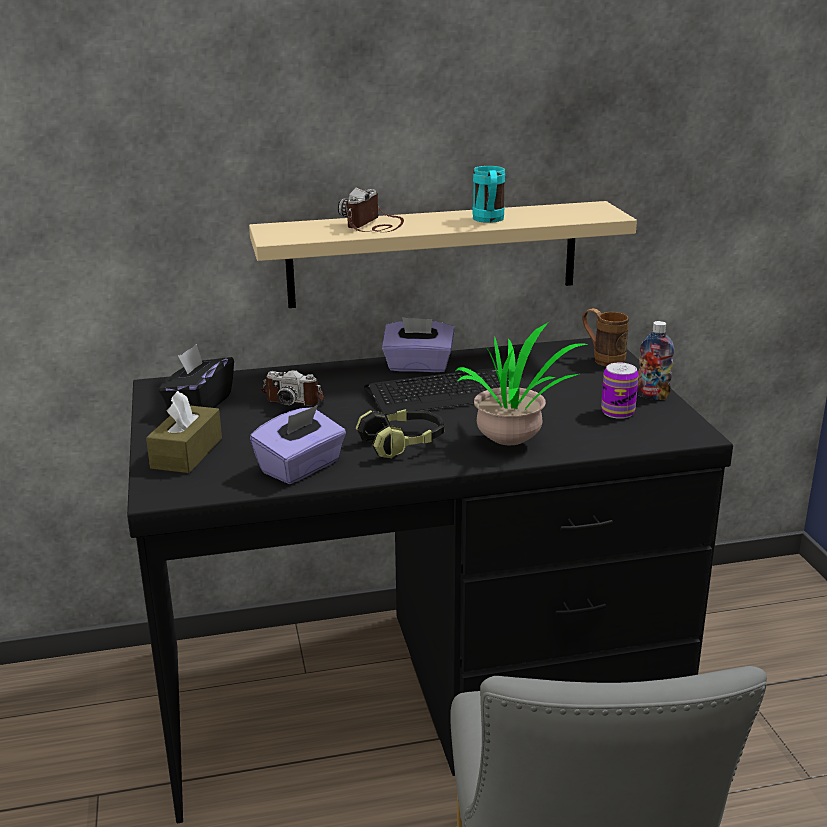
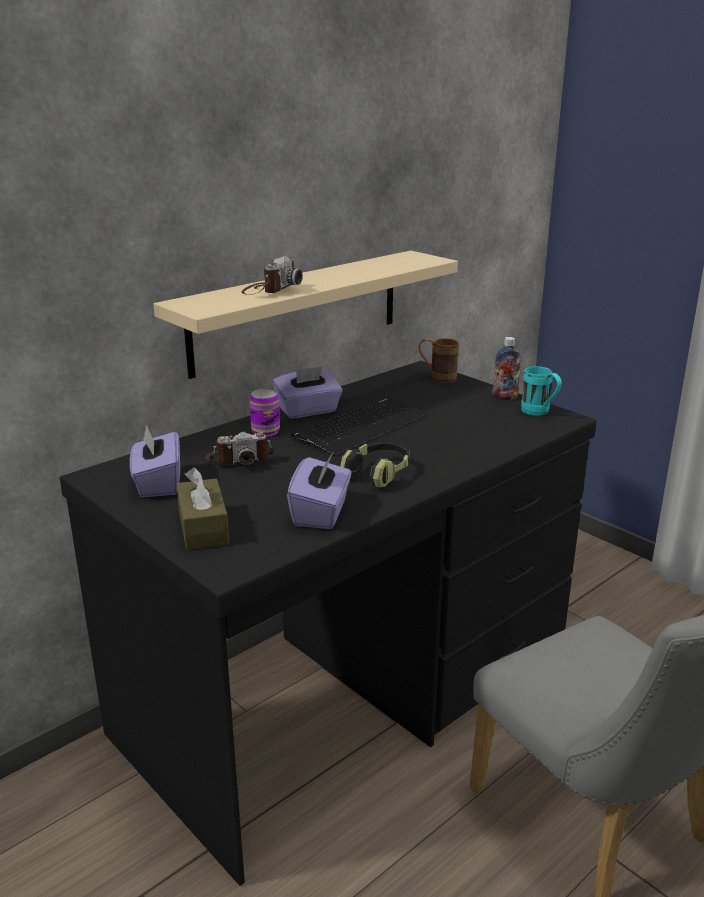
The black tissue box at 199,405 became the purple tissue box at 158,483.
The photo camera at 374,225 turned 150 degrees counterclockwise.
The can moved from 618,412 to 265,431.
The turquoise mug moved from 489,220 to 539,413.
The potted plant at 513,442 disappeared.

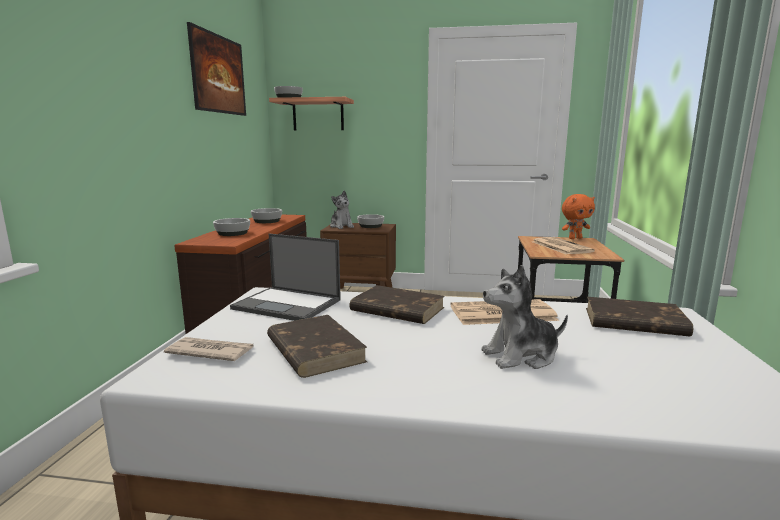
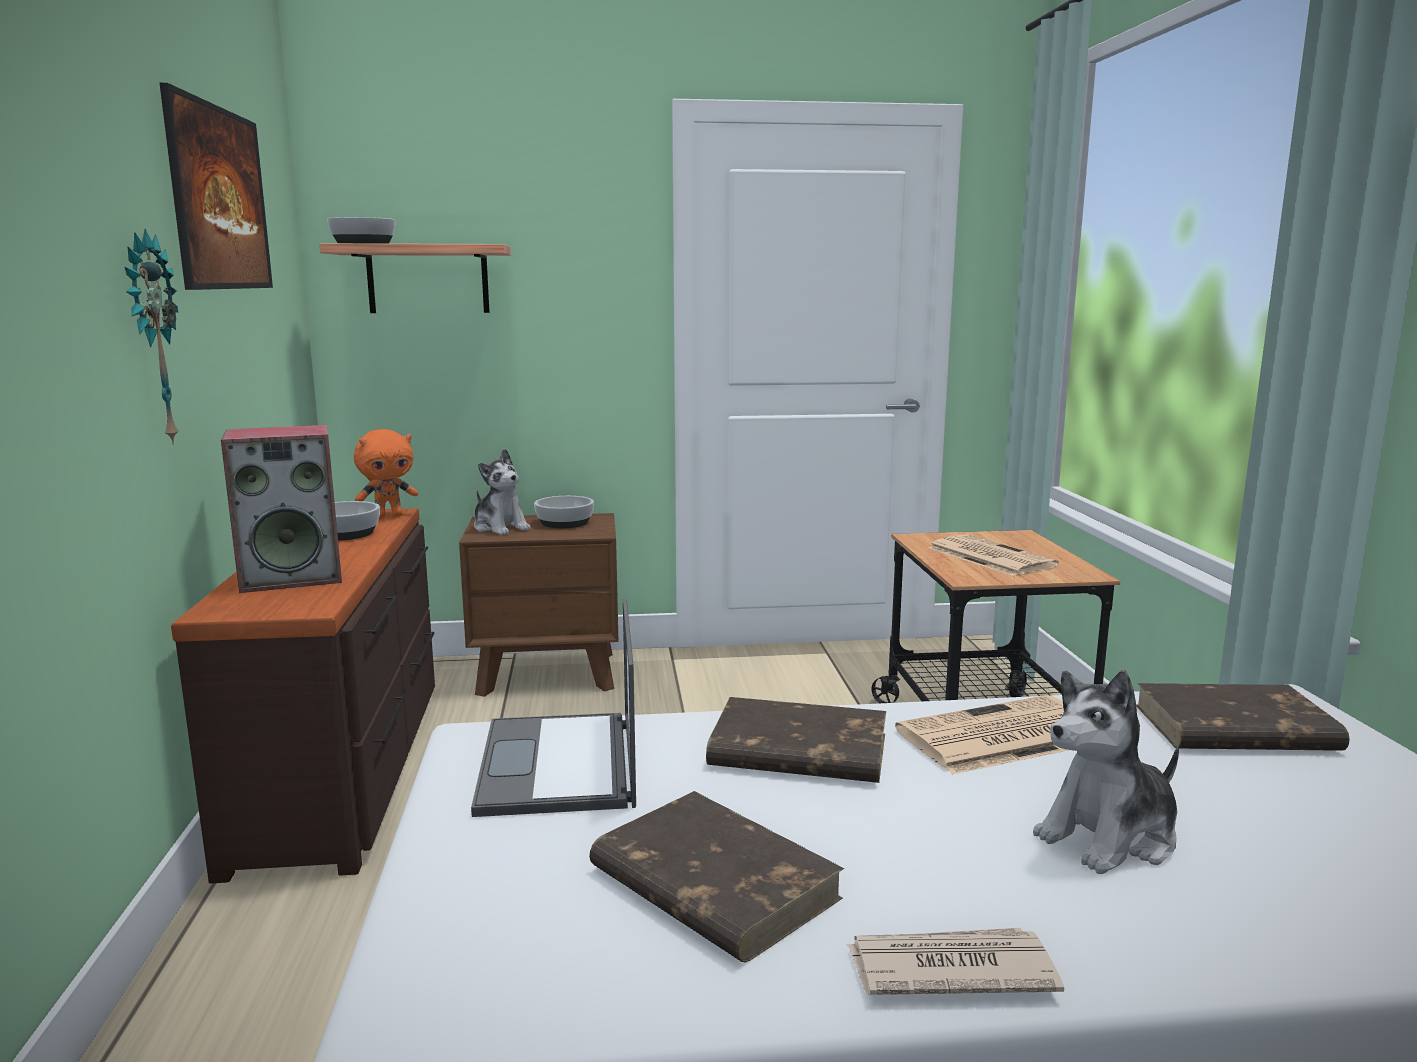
The wall clock at 149,339 appeared.
The bowl at 233,233 was replaced by the speaker at 293,577.
The orange plush toy moved from 575,238 to 388,516.
The laptop at 288,304 turned 75 degrees clockwise.
The newspaper moved from 210,352 to 948,969.

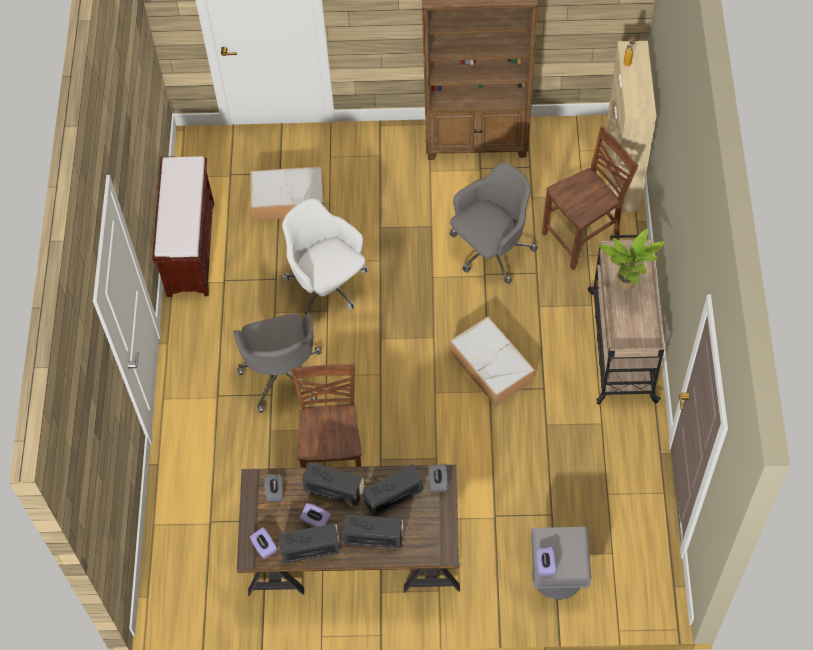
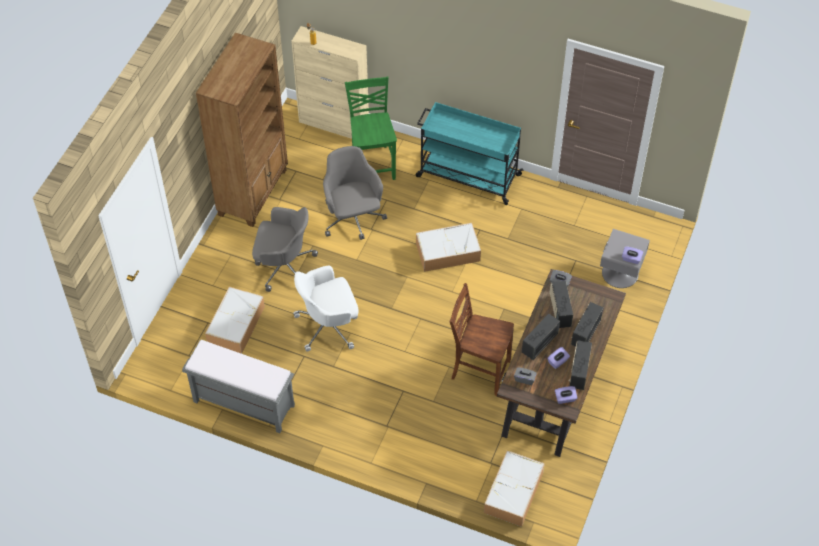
The brown bench at 190,247 became the grey bench at 242,403.
The grey office chair moved from 282,374 to 284,266.
The brown chair at 583,238 became the green chair at 372,164.
The beige cart at 621,344 became the turquoise cart at 467,175.
The storage box at 513,493 appeared.
The potted plant at 626,288 disappeared.

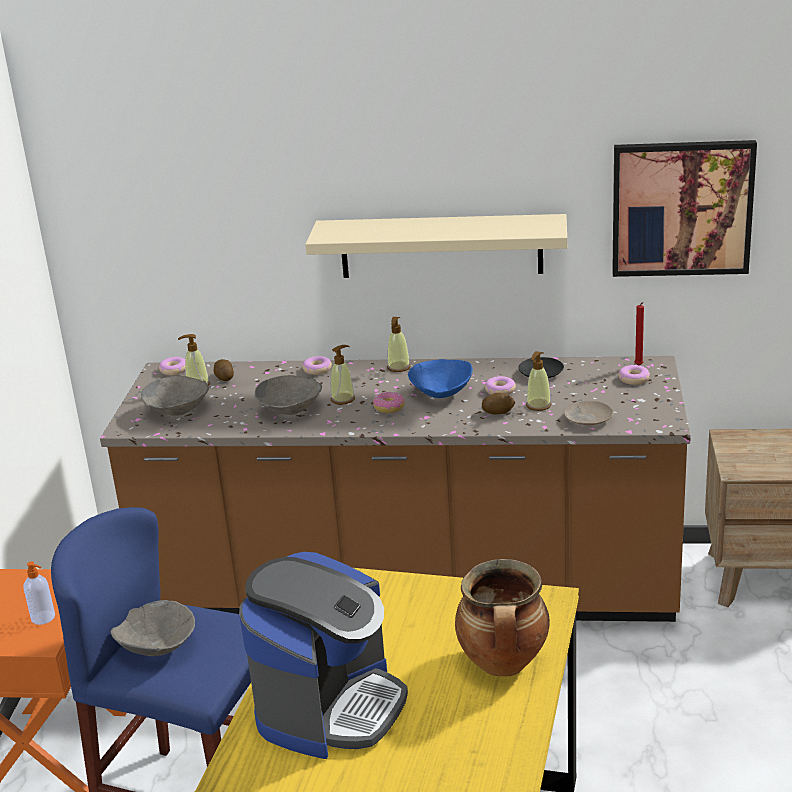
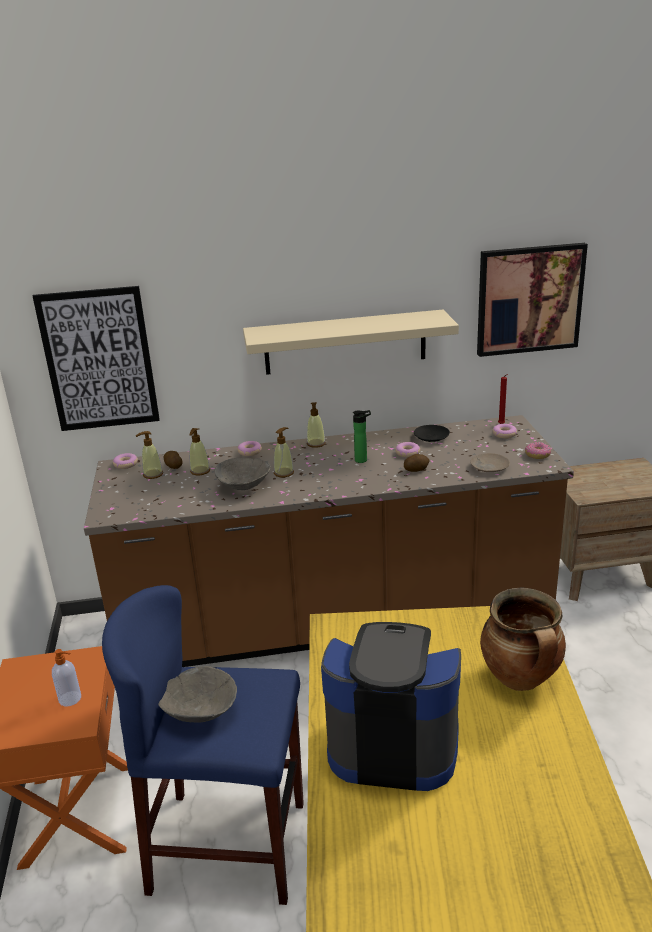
The picture at 99,359 appeared.
The soap dispenser moved from 538,405 to 200,471.
The coffee machine at 330,706 turned 90 degrees counterclockwise.
The blue bowl at 442,393 was replaced by the bottle at 363,460.
The donut moved from 389,408 to 537,455.
The grey bowl at 178,410 disappeared.

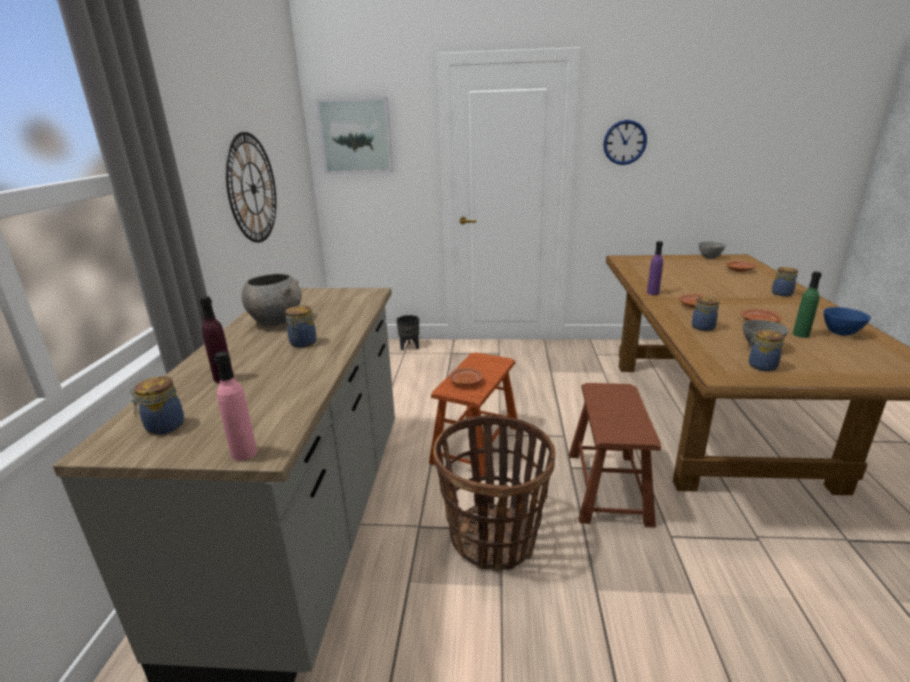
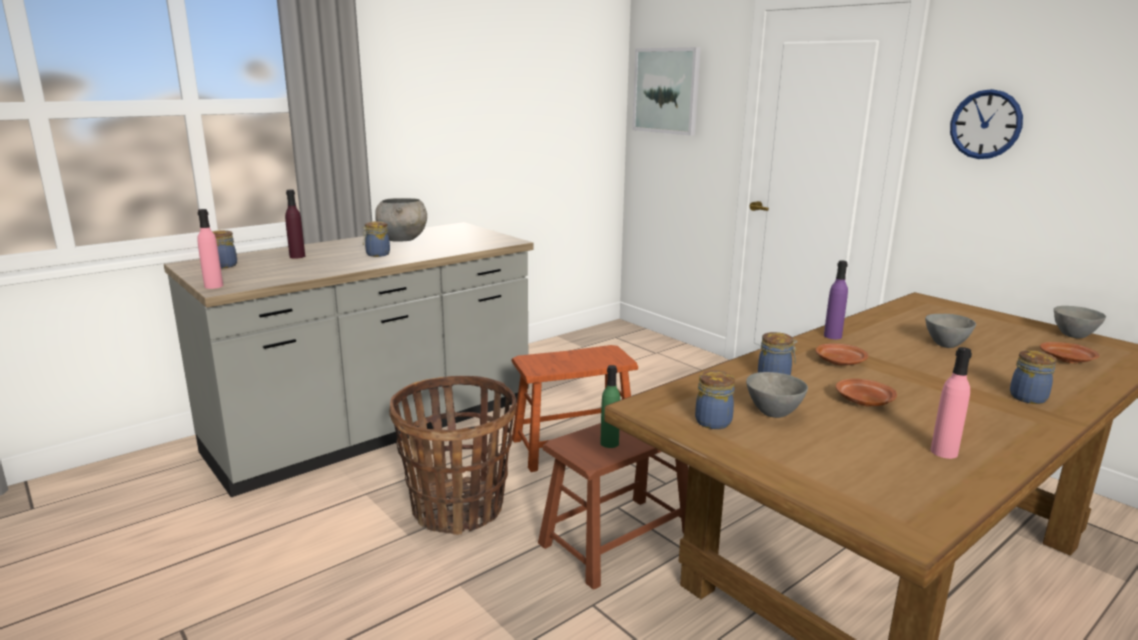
The green bottle moved from 800,334 to 609,443.
The grey bowl at 945,344 appeared.
The blue bowl at 841,333 was replaced by the pink bottle at 944,452.
The wall clock at 253,188 disappeared.
The black planter at 410,347 disappeared.
The brown plate at 465,381 disappeared.

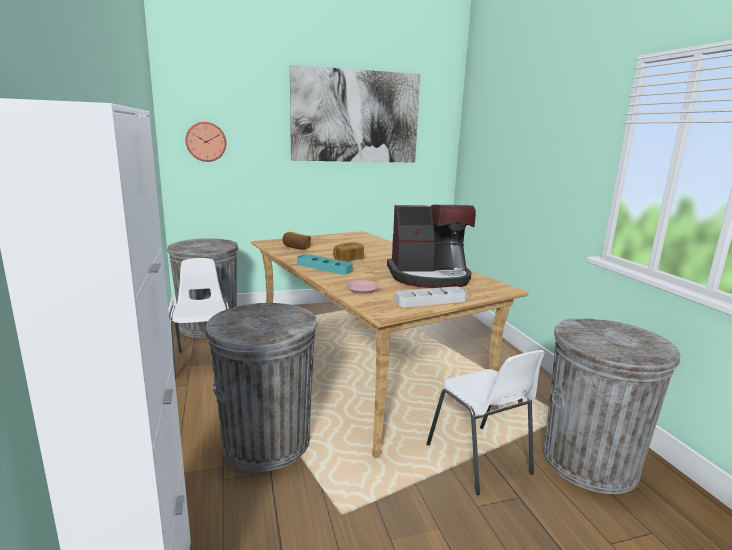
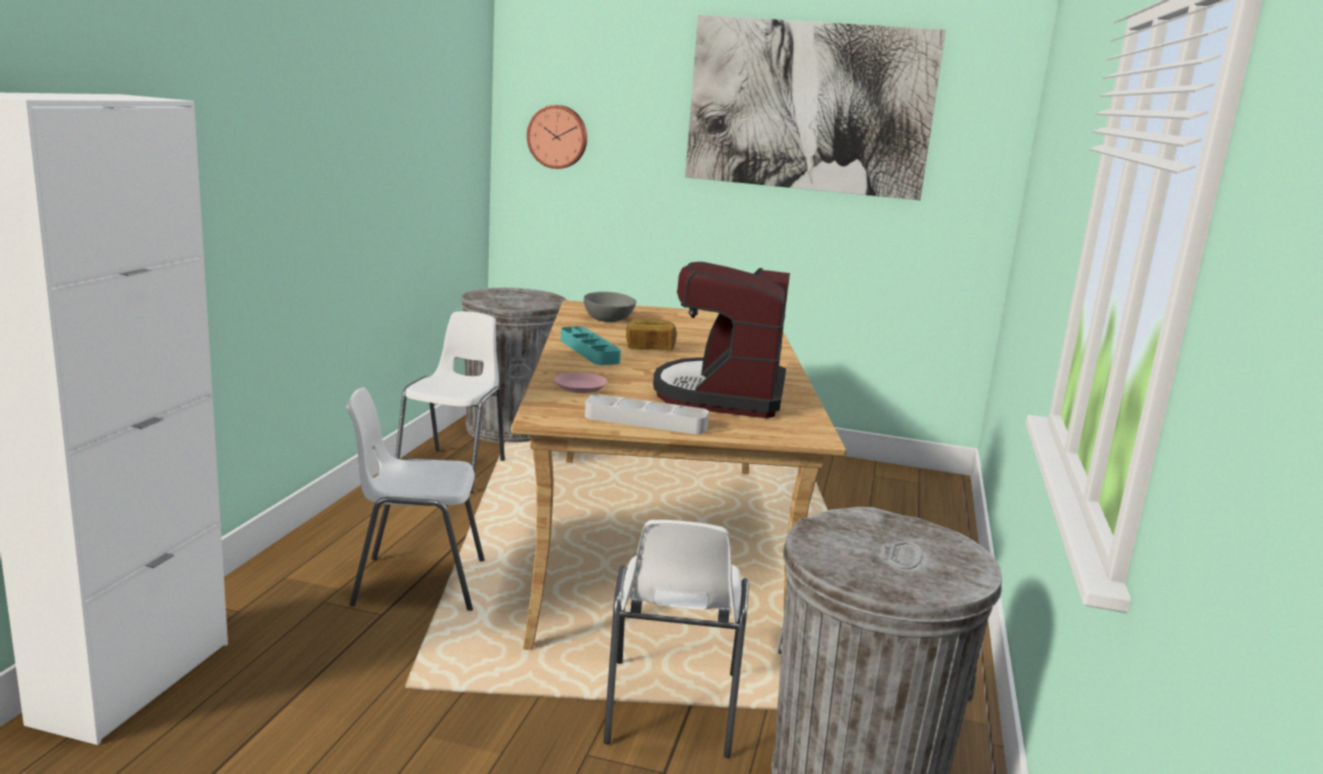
The grey trash can at 266,442 was replaced by the white chair at 416,582.
The bread at 296,248 was replaced by the grey bowl at 607,319.
The coffee machine at 429,277 turned 75 degrees clockwise.

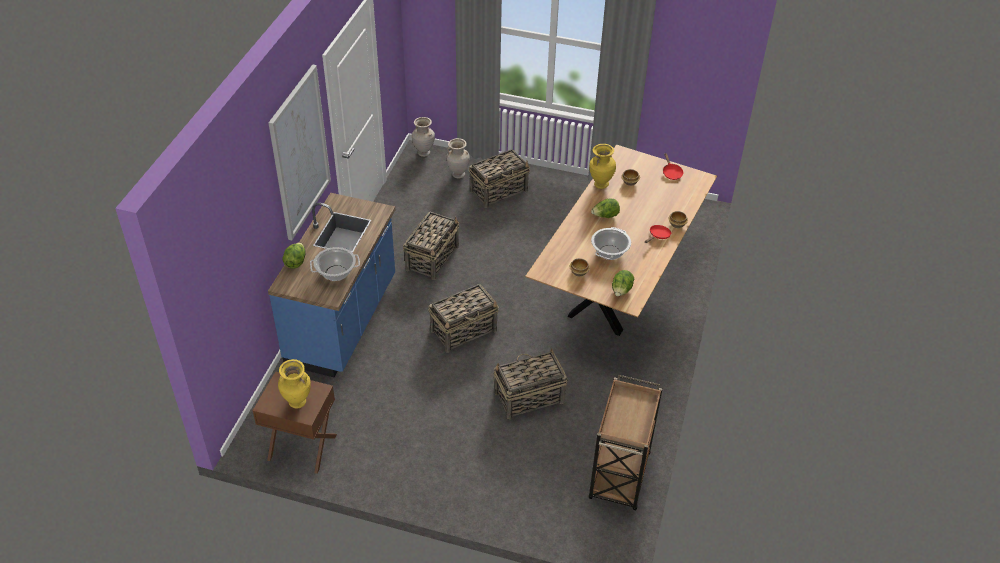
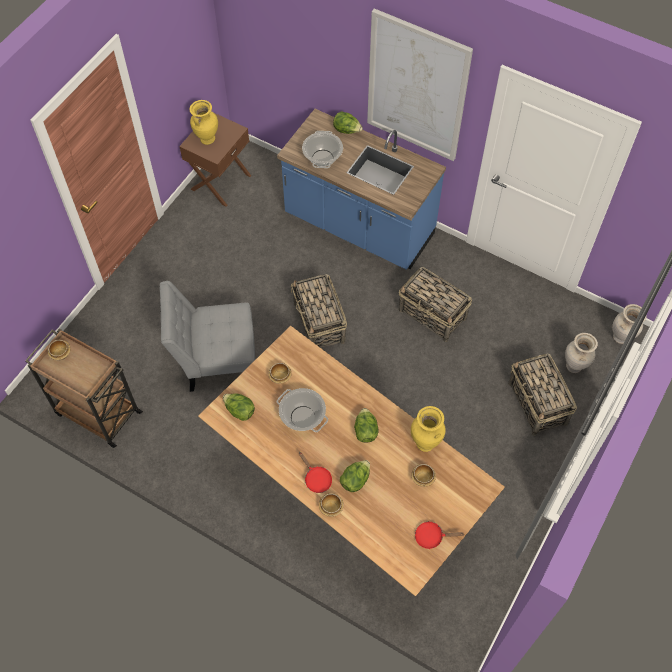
The bowl at 61,354 appeared.
The basket at 528,397 was replaced by the grey chair at 216,360.
The lettuce at 355,480 appeared.

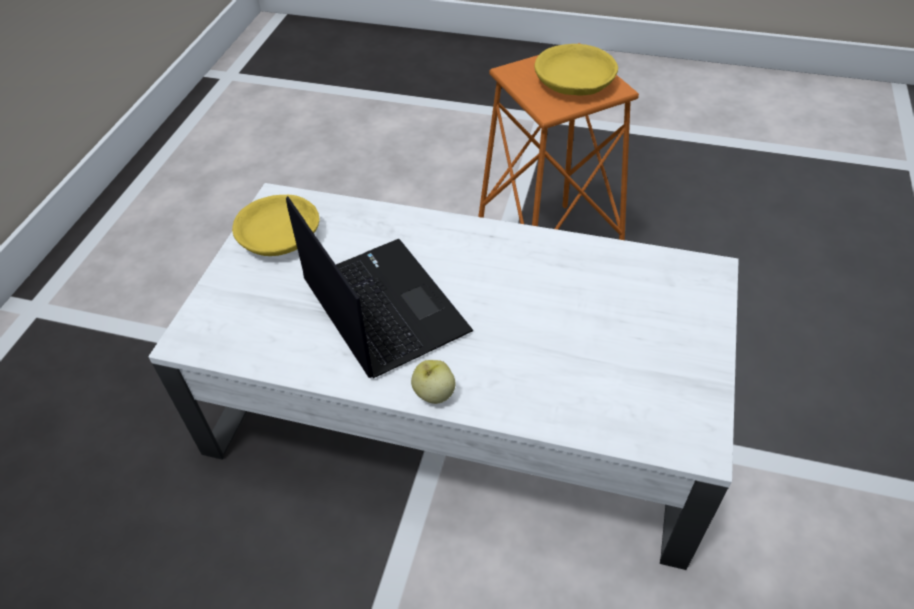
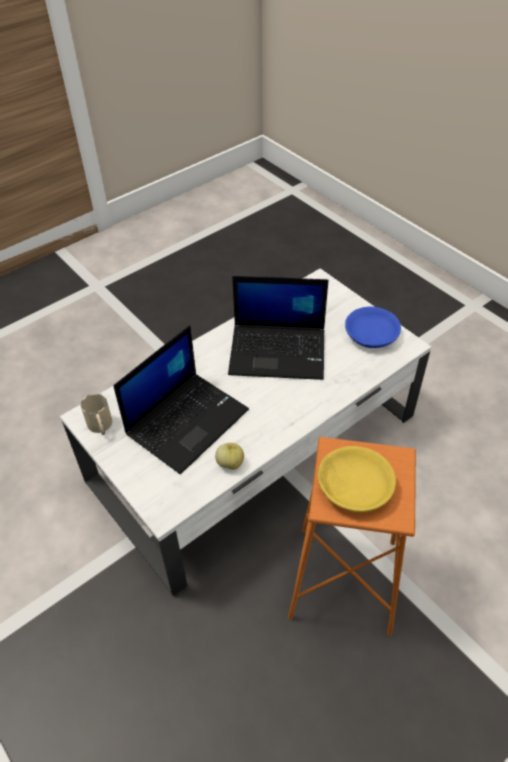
The beige mug at 101,426 appeared.
The laptop at 187,420 appeared.
The apple moved from 434,393 to 230,463.
The yellow bowl at 281,236 became the blue bowl at 370,335.

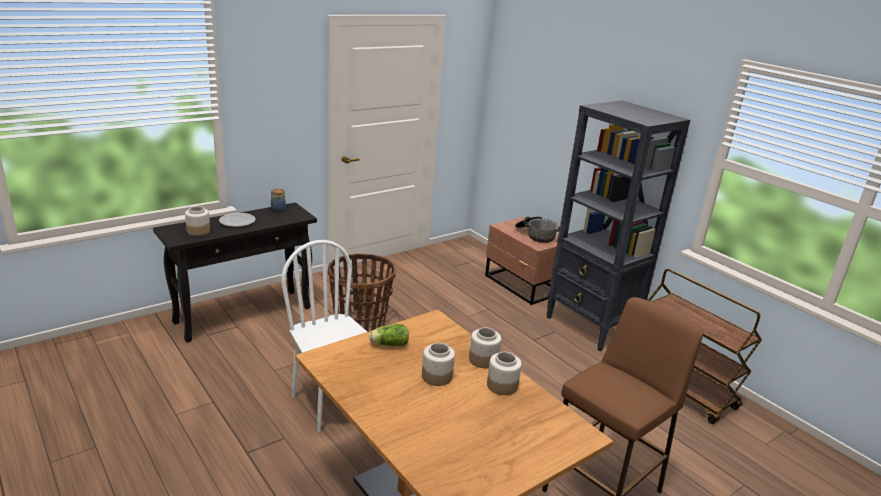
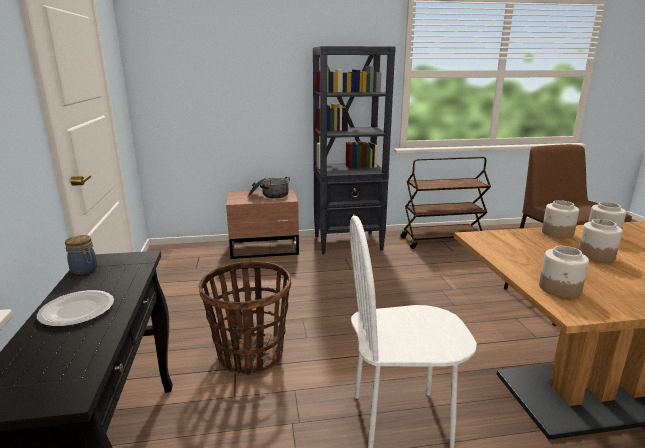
The jar moved from 198,231 to 560,289.
The lettuce at 388,344 disappeared.

